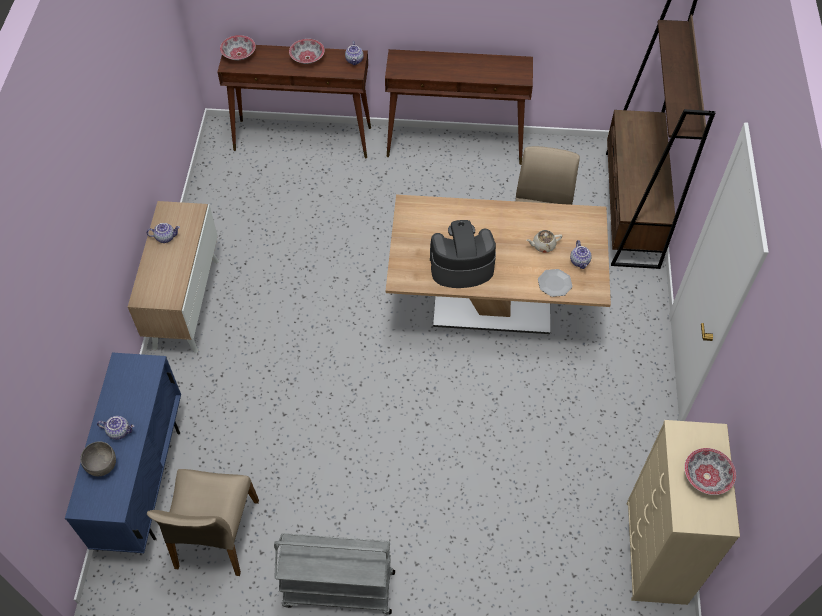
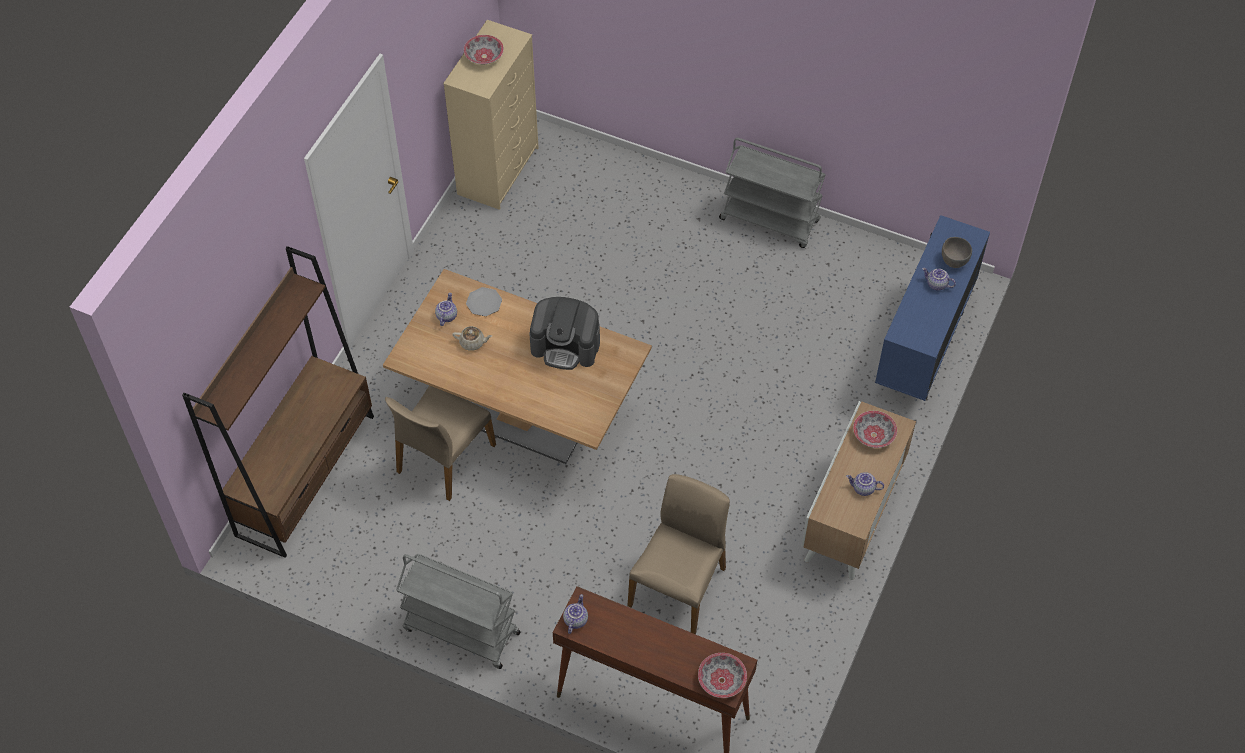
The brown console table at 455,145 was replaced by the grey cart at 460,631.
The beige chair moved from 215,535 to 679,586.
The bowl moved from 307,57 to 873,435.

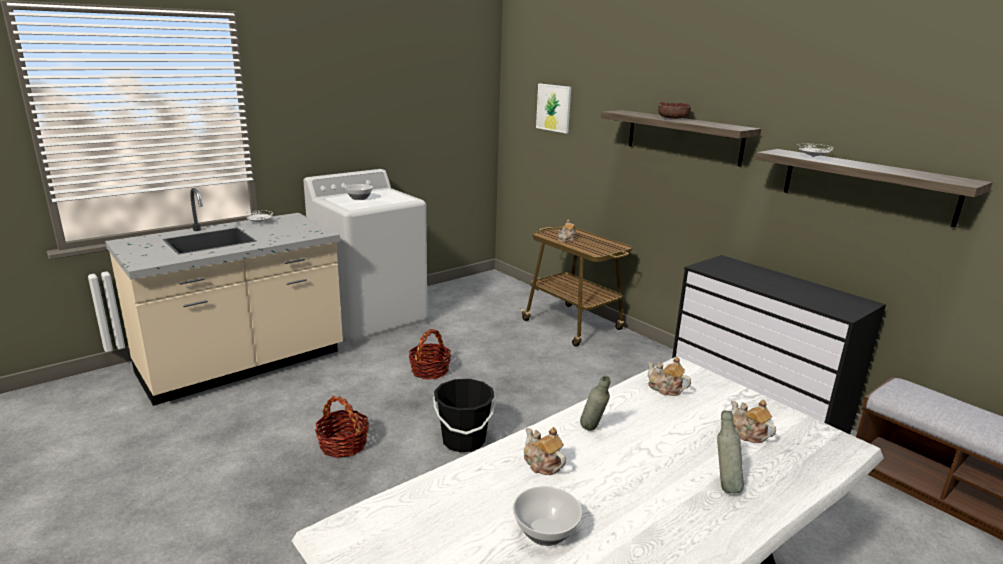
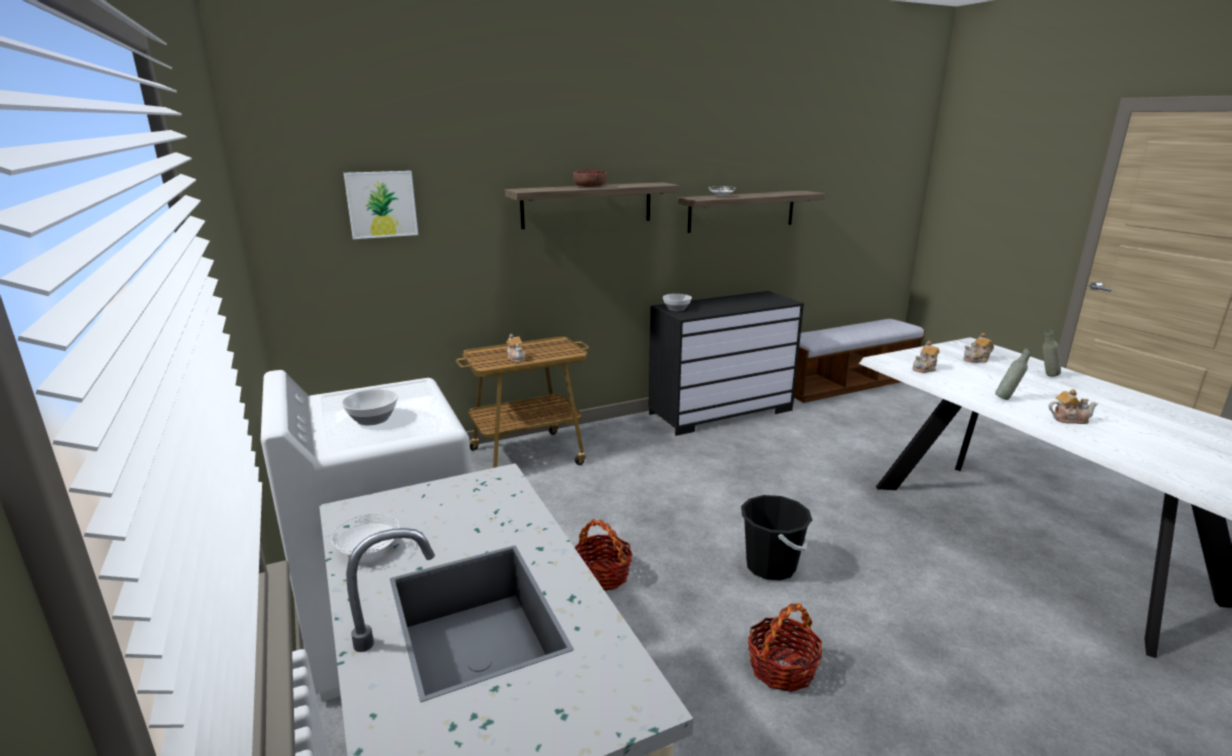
The bowl moved from 546,531 to 676,309.
The teapot at 542,464 turned 150 degrees counterclockwise.

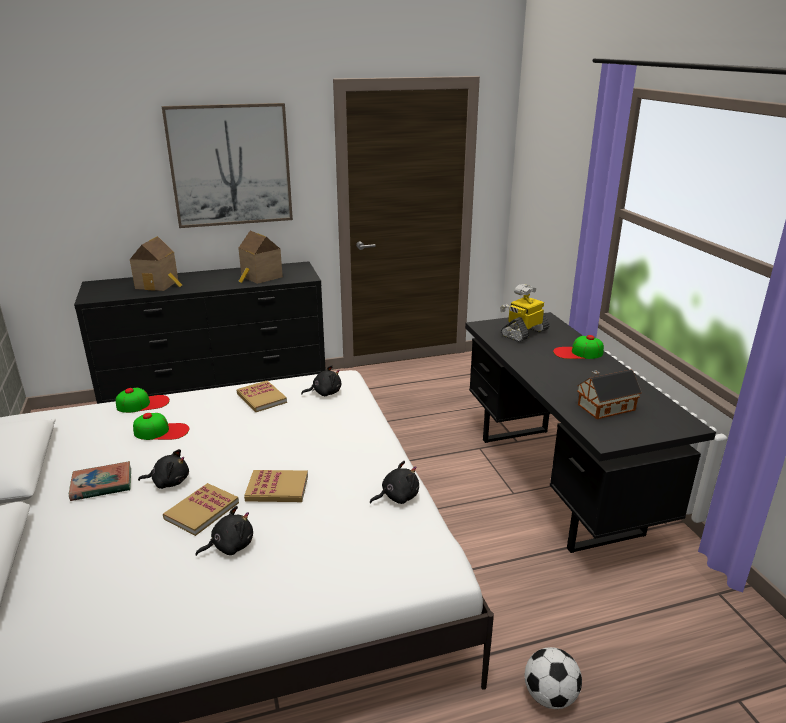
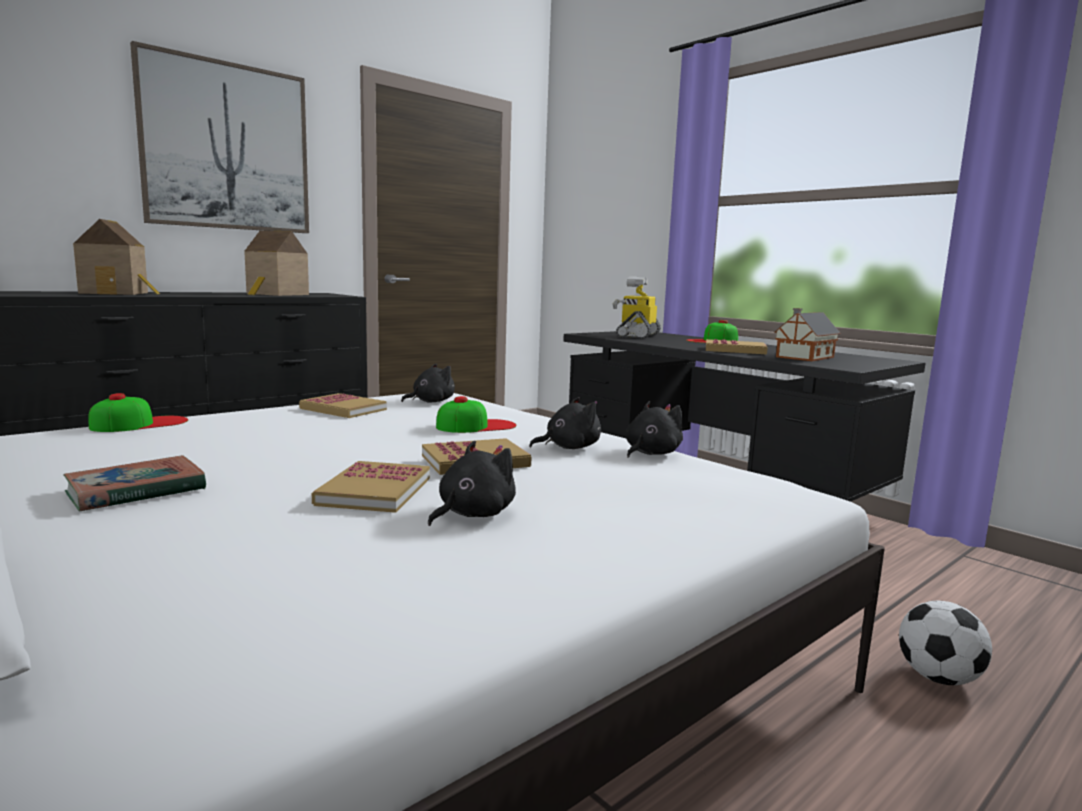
The cap moved from 161,431 to 476,426.
The black plush toy moved from 169,482 to 569,447.
The book at 735,350 appeared.

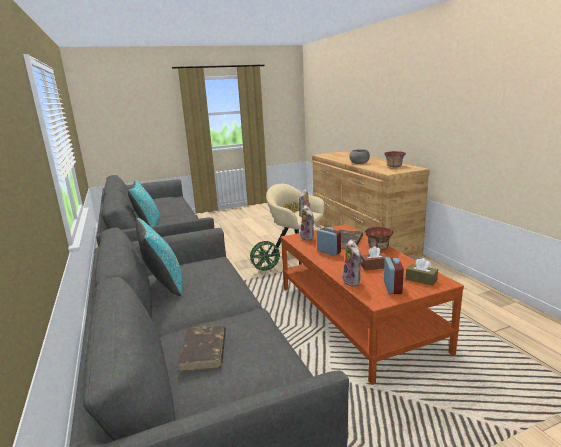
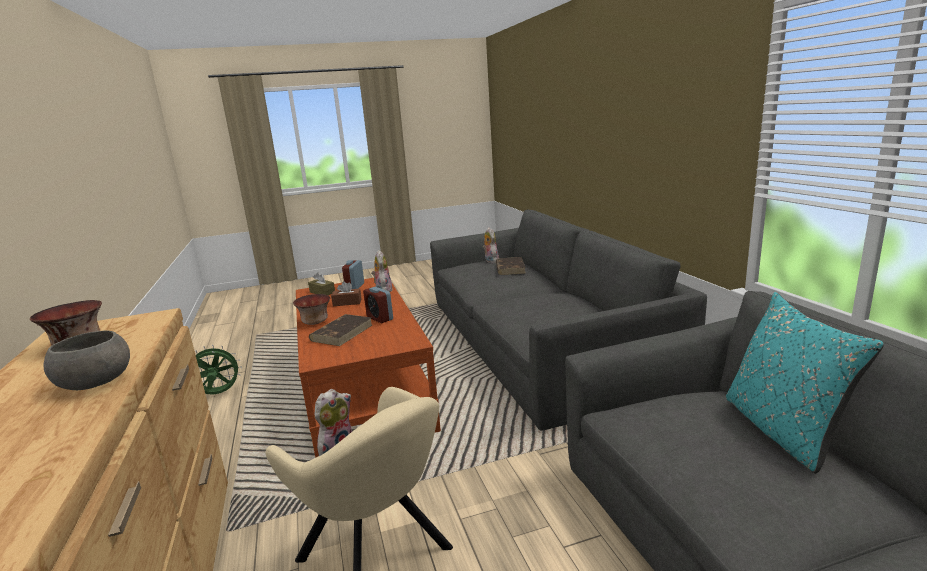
The green fan moved from 266,270 to 218,394.
The plush toy moved from 308,237 to 490,261.
The turquoise pillow at 164,284 disappeared.

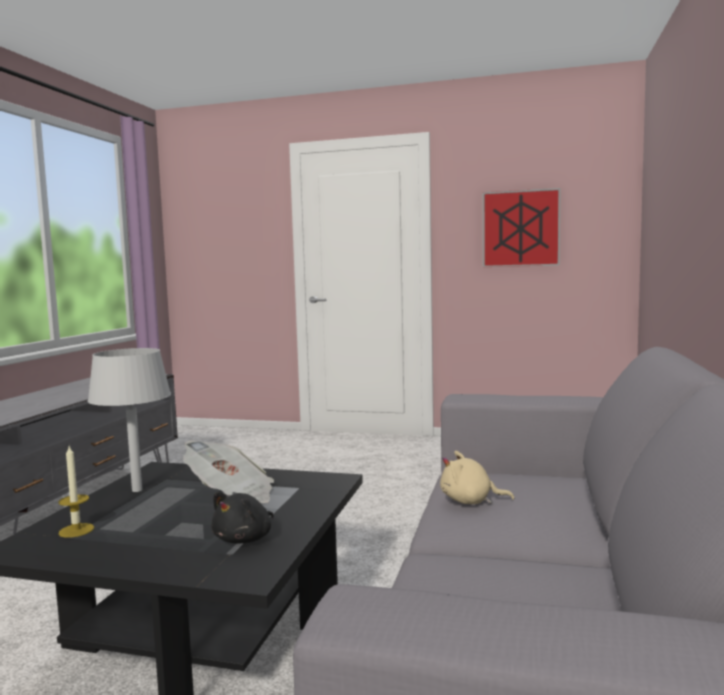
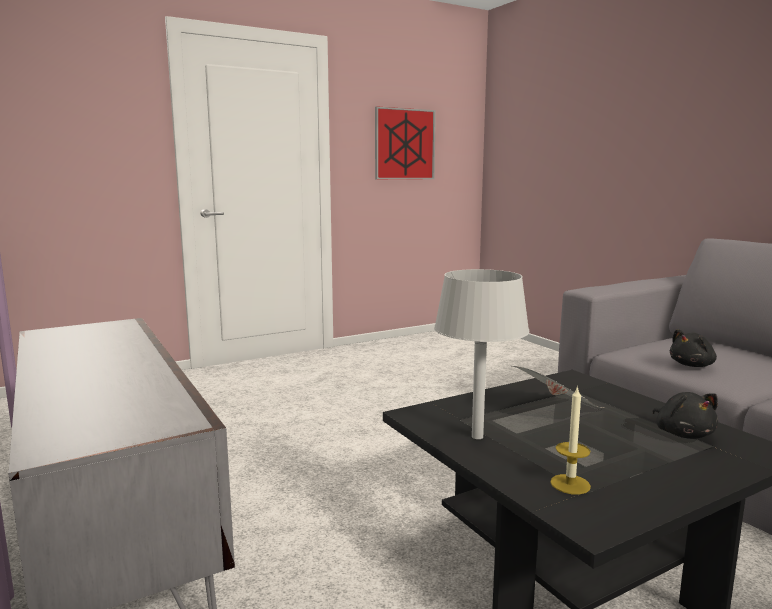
The beige plush toy at 470,501 became the black plush toy at 693,365.

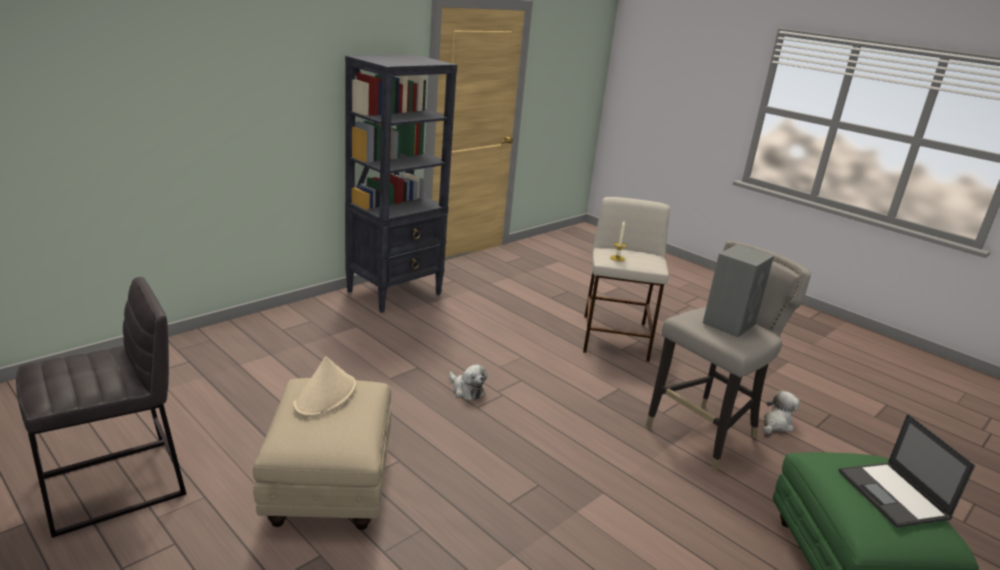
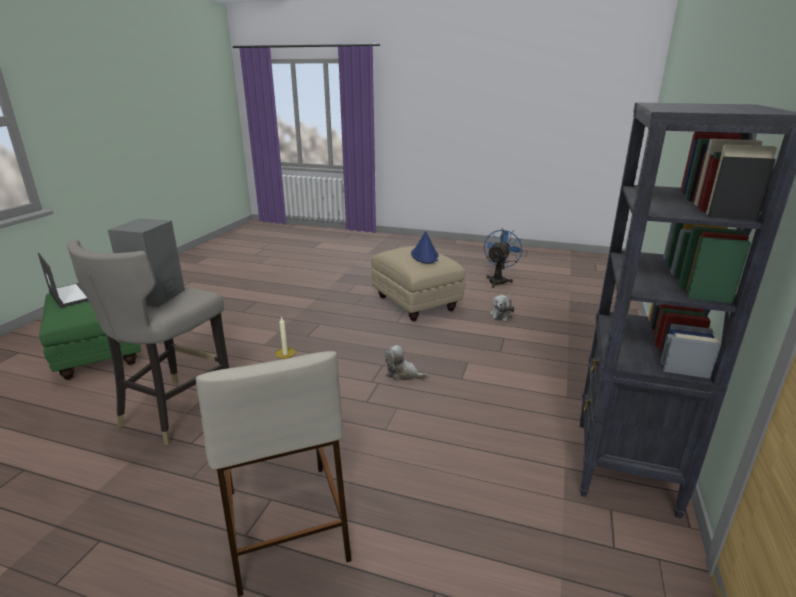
The beige hat at 326,396 became the blue hat at 424,255.
The grey stool at 114,486 was replaced by the blue fan at 498,280.
The plush toy moved from 776,424 to 501,315.

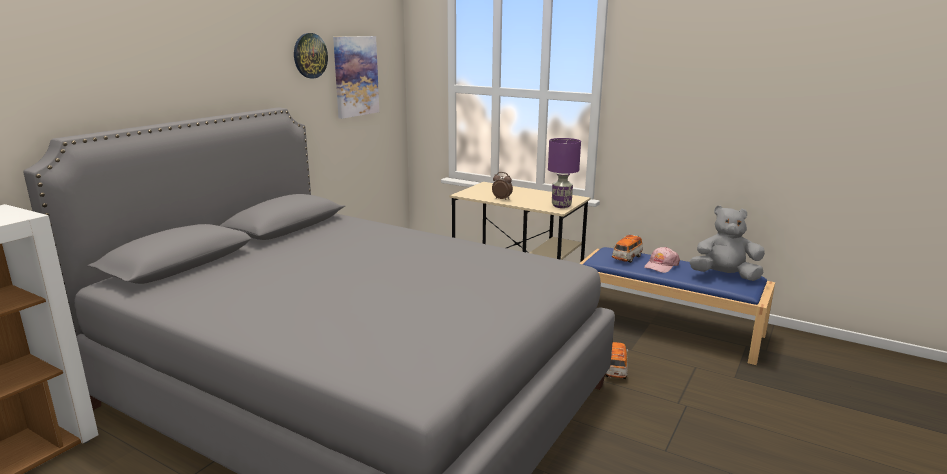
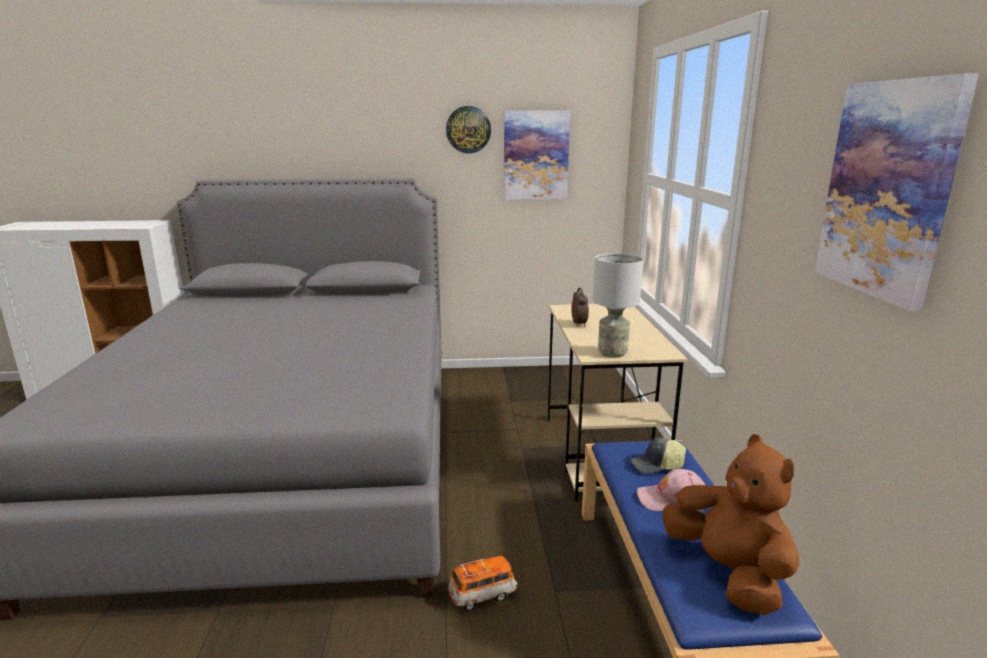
The purple table lamp at 561,206 became the grey table lamp at 612,353.
The toy car at 627,258 was replaced by the cap at 657,466.
The grey plush toy at 724,276 became the brown plush toy at 728,573.
The picture at 888,190 appeared.

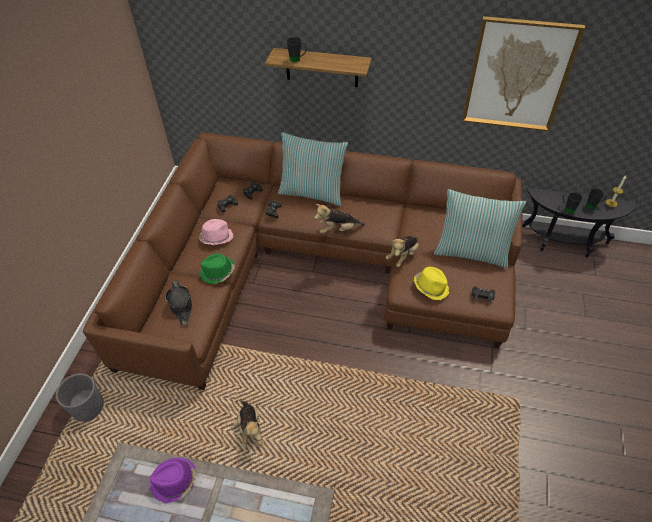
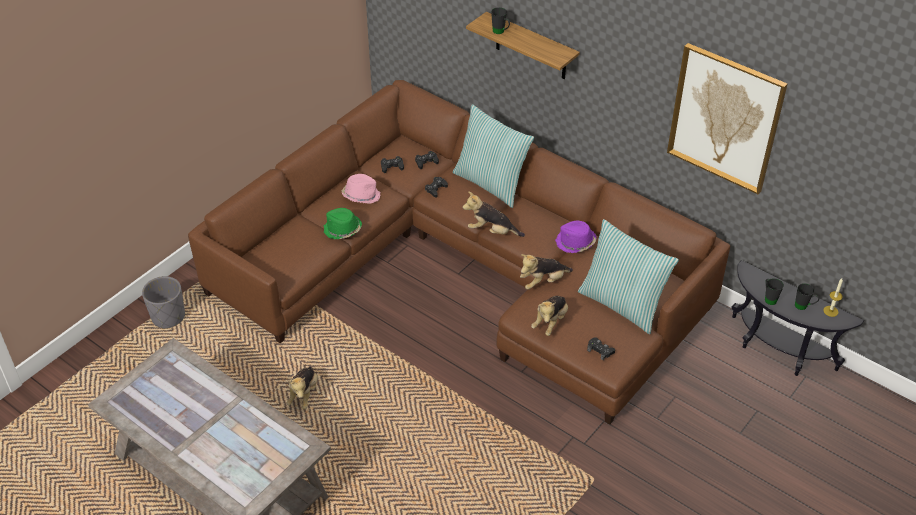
The yellow hat at 431,287 was replaced by the plush toy at 550,322.
The purple hat moved from 174,481 to 575,243.
The black hat at 180,304 disappeared.

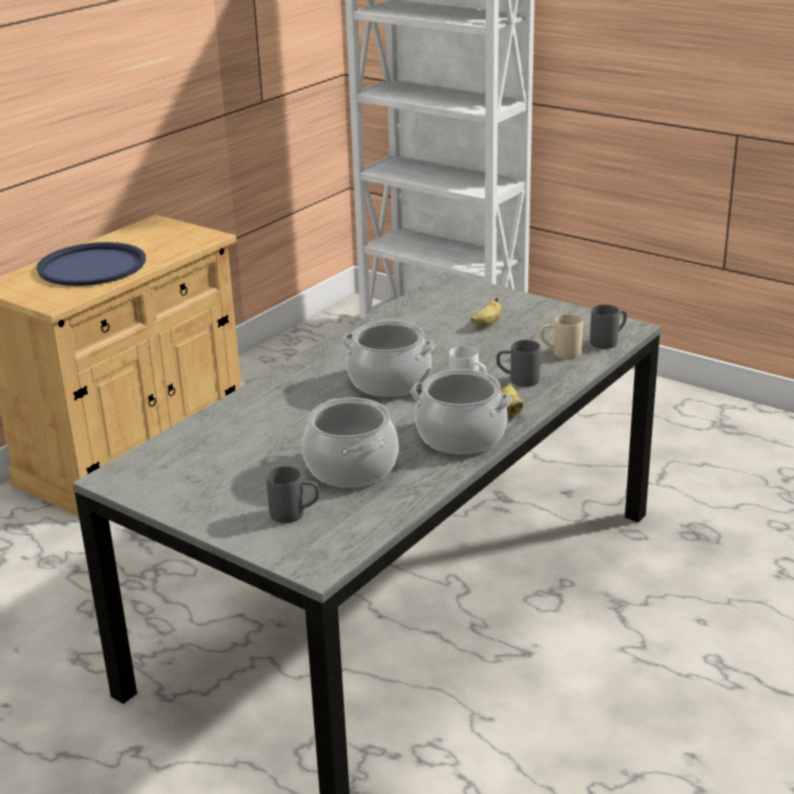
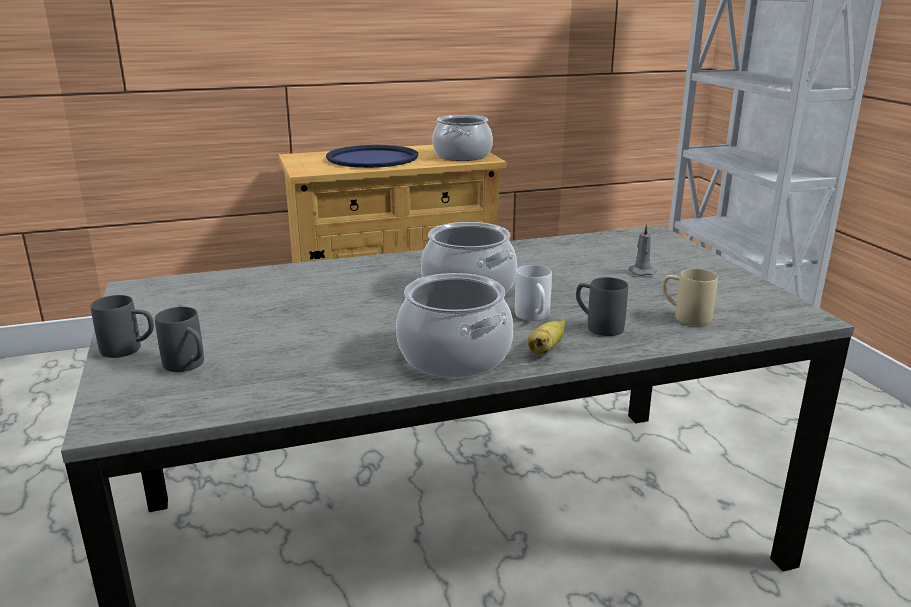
The grey mug moved from 609,341 to 129,350.
The cooking pot moved from 352,467 to 462,156.
The banana at 487,324 was replaced by the grey candle at 641,271.

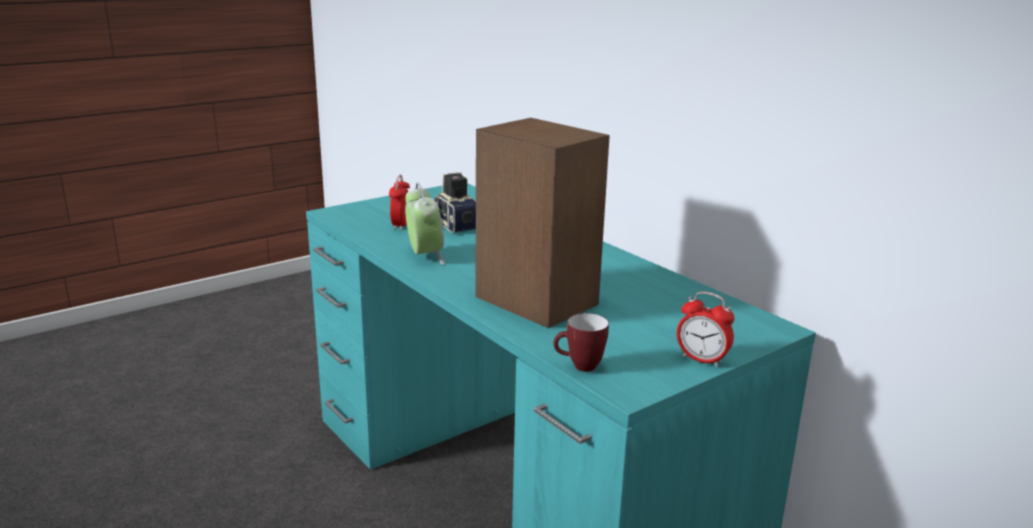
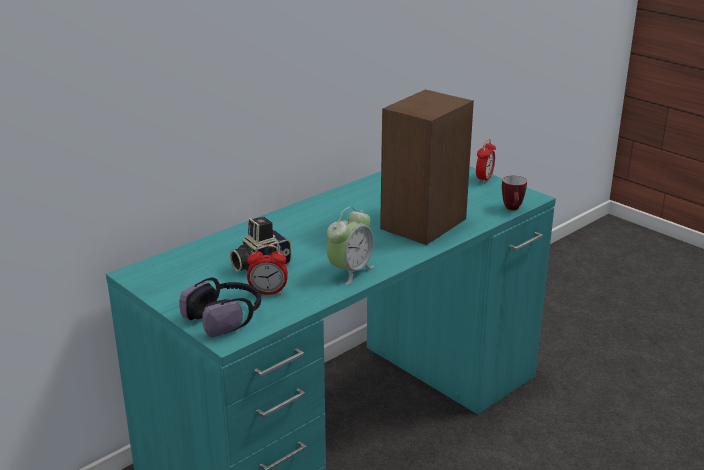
The headphones at 225,317 appeared.
The alarm clock at 425,256 turned 150 degrees clockwise.

